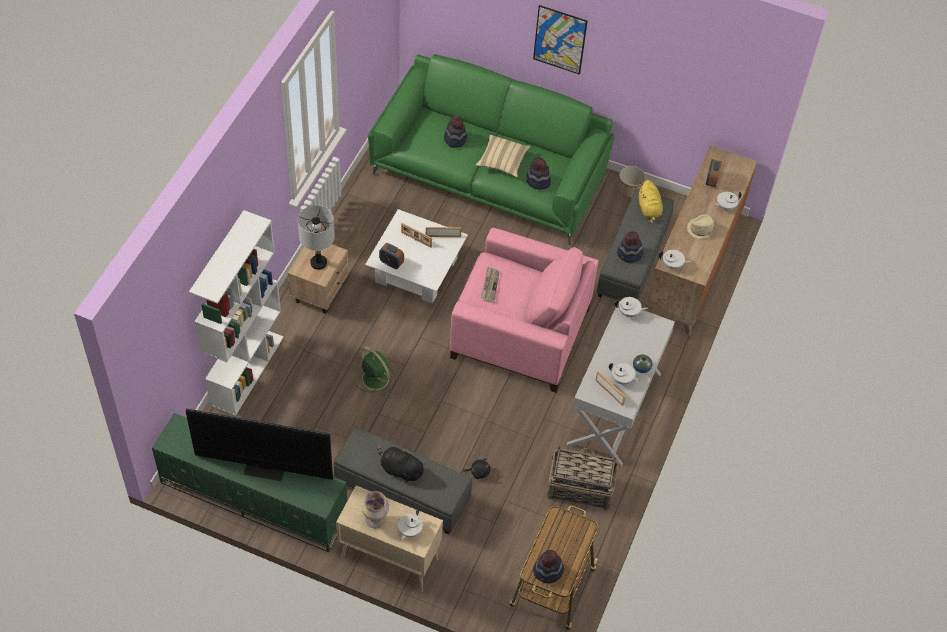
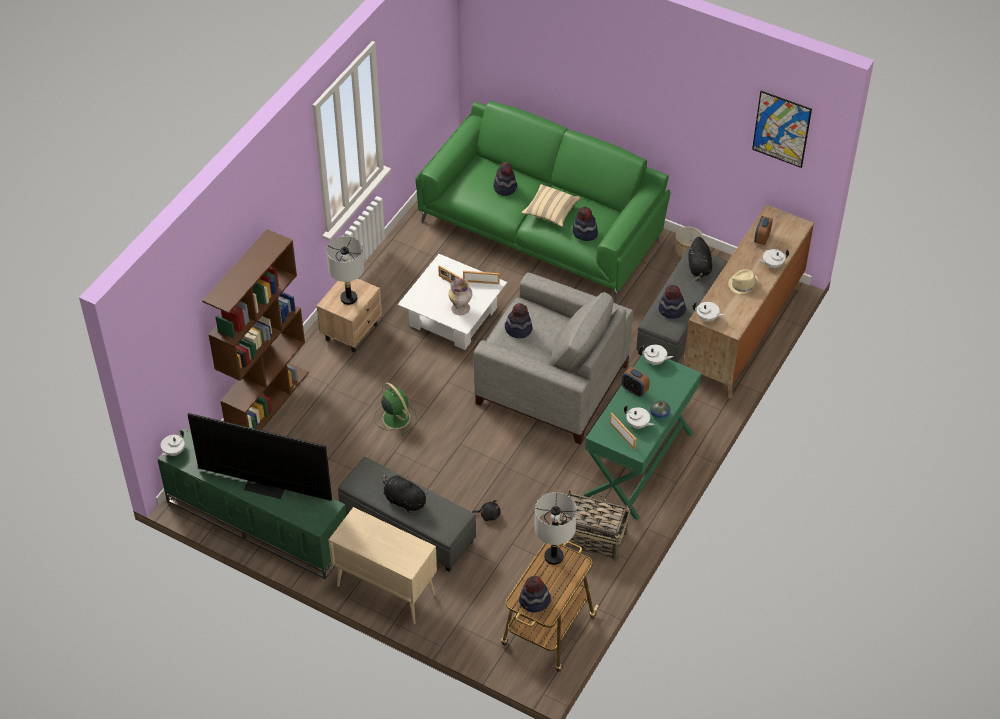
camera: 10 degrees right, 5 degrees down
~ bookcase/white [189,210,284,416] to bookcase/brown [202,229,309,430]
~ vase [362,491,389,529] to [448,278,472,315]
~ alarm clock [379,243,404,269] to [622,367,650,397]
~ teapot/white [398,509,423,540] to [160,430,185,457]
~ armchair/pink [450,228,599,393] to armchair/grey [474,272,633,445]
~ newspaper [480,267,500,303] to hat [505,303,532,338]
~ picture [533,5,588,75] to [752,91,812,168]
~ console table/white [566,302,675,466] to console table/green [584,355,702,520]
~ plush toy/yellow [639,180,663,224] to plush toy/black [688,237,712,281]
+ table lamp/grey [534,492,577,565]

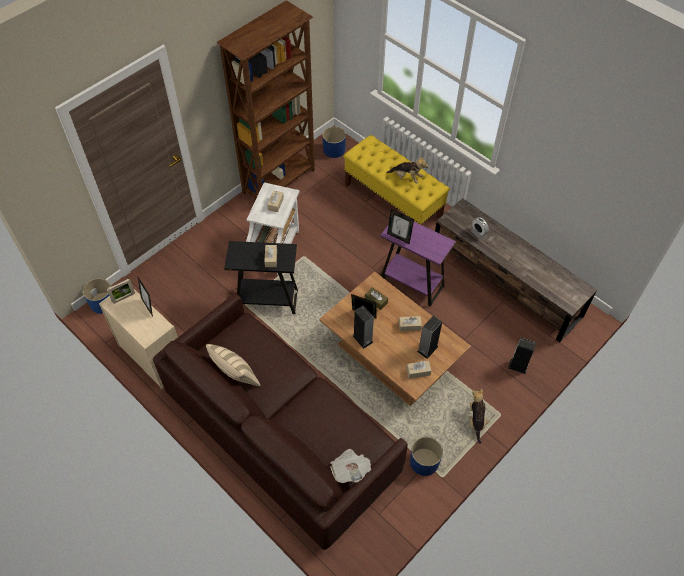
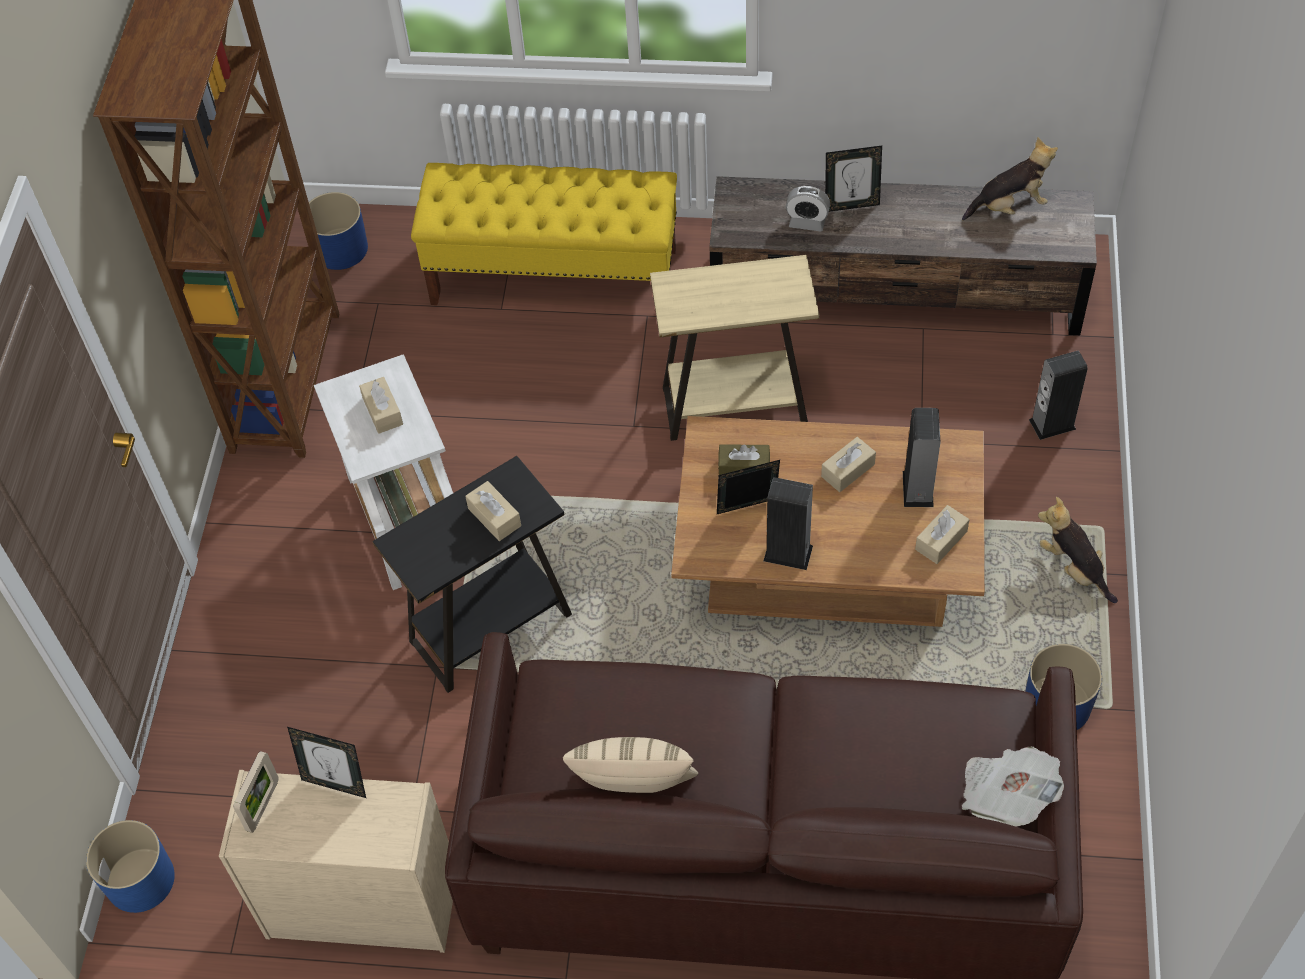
camera: 35 degrees left, 0 degrees up
~ side table/purple [380,222,456,307] to side table/beige [650,255,819,441]
~ plush toy [387,156,428,183] to [962,137,1058,221]
~ picture frame [387,209,414,244] to [825,146,882,212]

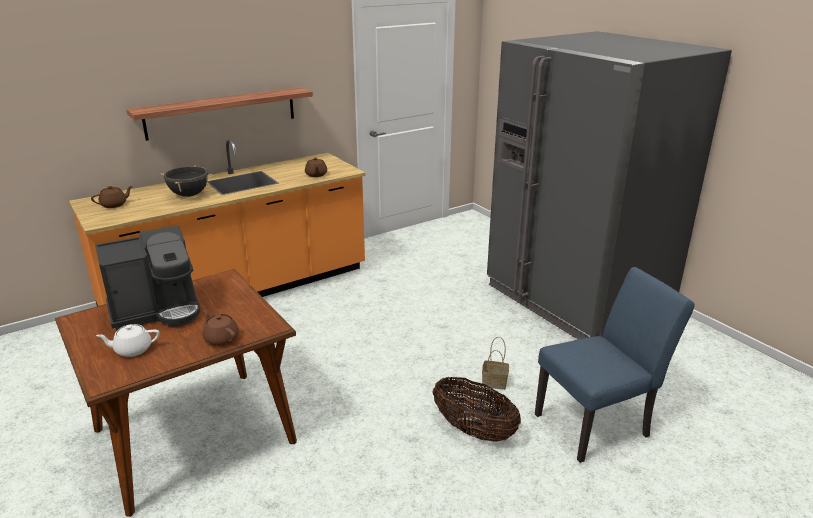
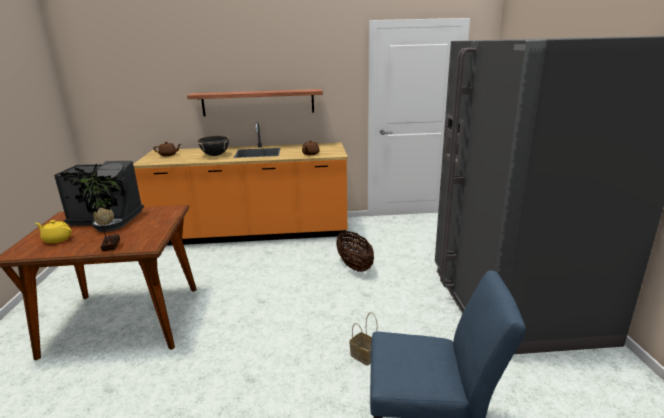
camera: 30 degrees right, 5 degrees down
~ teapot/white [96,324,160,357] to teapot/yellow [35,220,72,243]
~ teapot/brown [202,310,239,346] to potted plant [60,164,125,251]
~ basket [433,376,521,442] to [336,231,374,272]

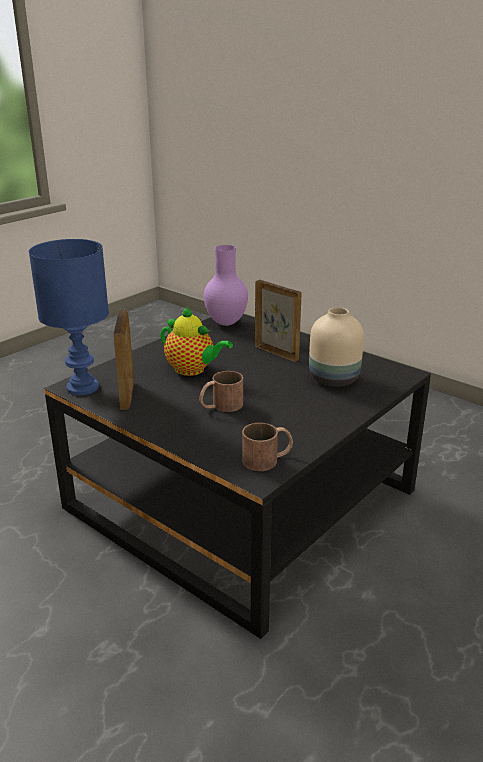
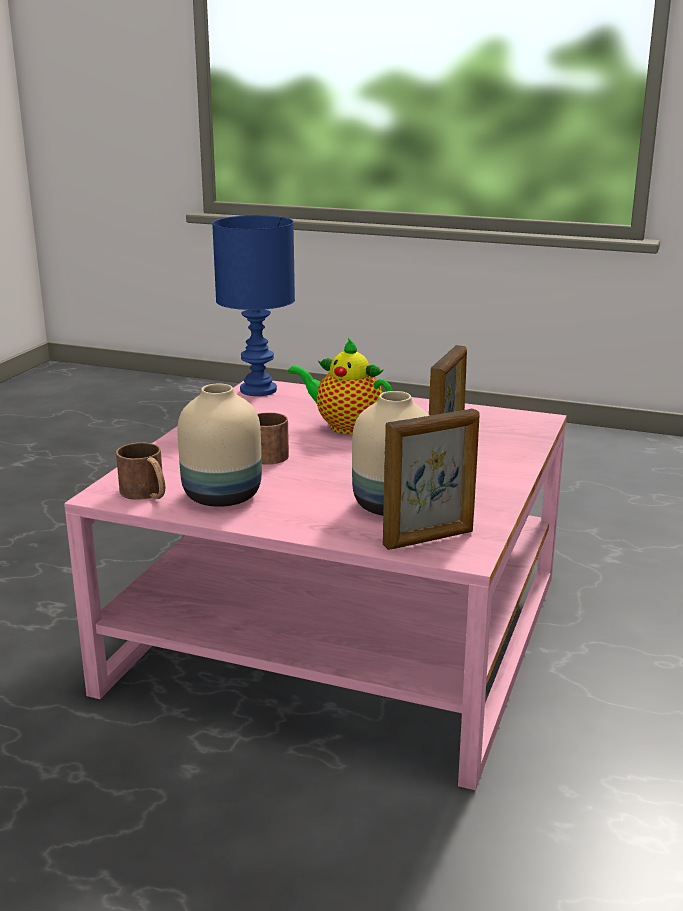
camera: 70 degrees right, 5 degrees down
~ coffee table/black [44,314,431,639] to coffee table/pink [64,381,567,790]
~ picture frame [114,310,134,410] to [383,409,480,550]
~ teapot [160,306,233,376] = [288,338,392,434] 105 degrees clockwise
- vase/purple [204,245,248,326]
+ vase/beige [177,384,262,507]

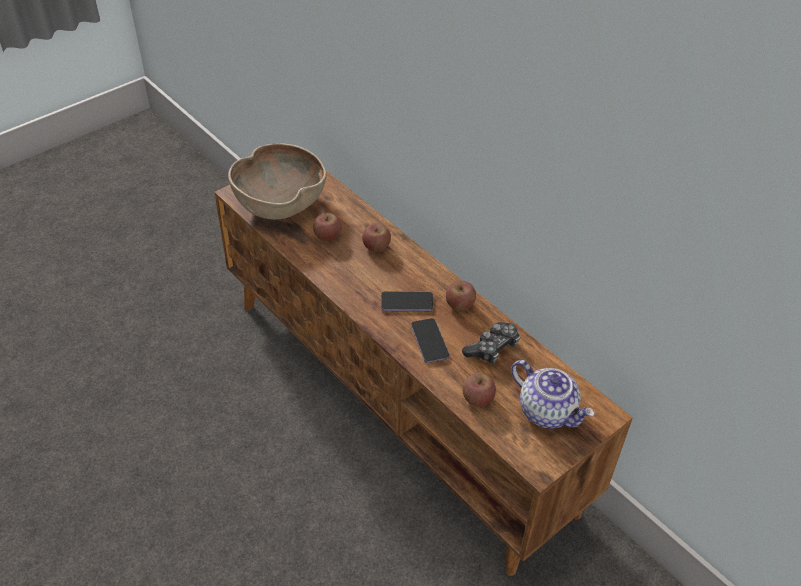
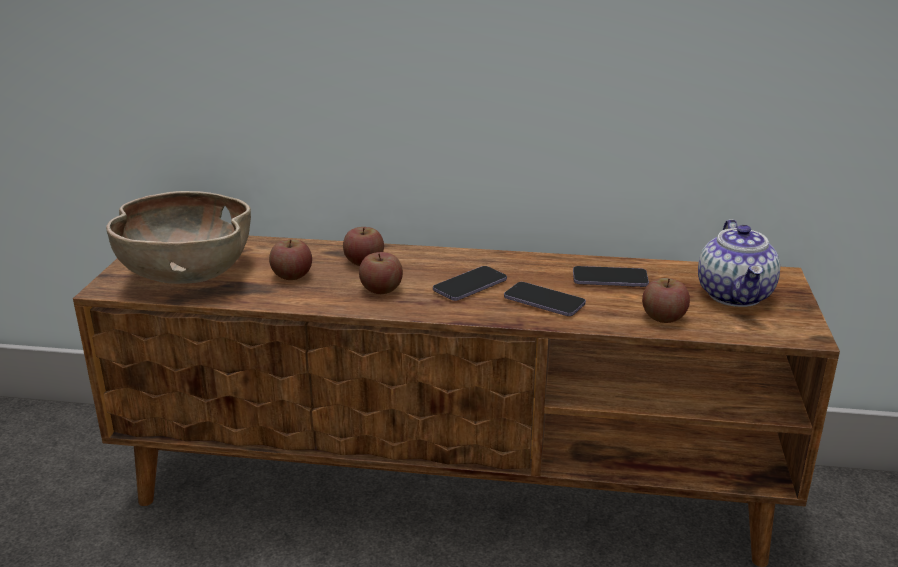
camera: 40 degrees left, 20 degrees down
~ apple [446,280,476,311] to [359,252,403,294]
~ game controller [462,322,520,364] to phone [573,266,649,287]
~ teapot [511,360,595,429] = [698,219,780,307] 90 degrees clockwise

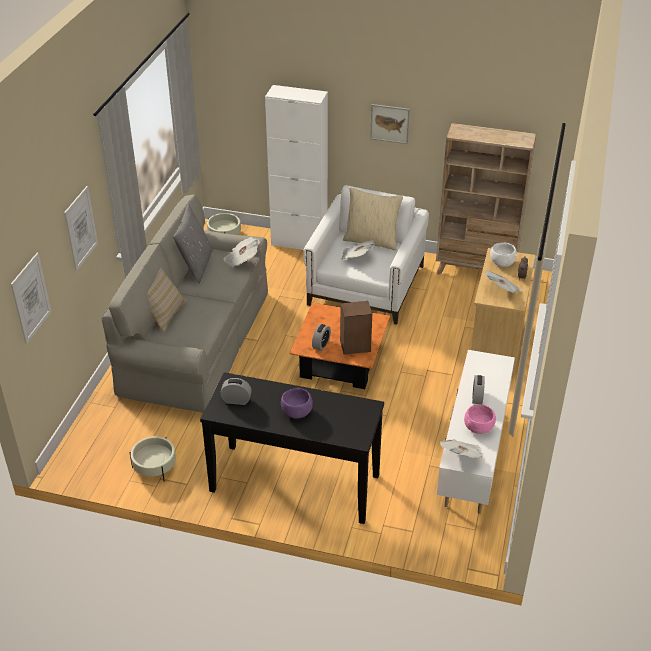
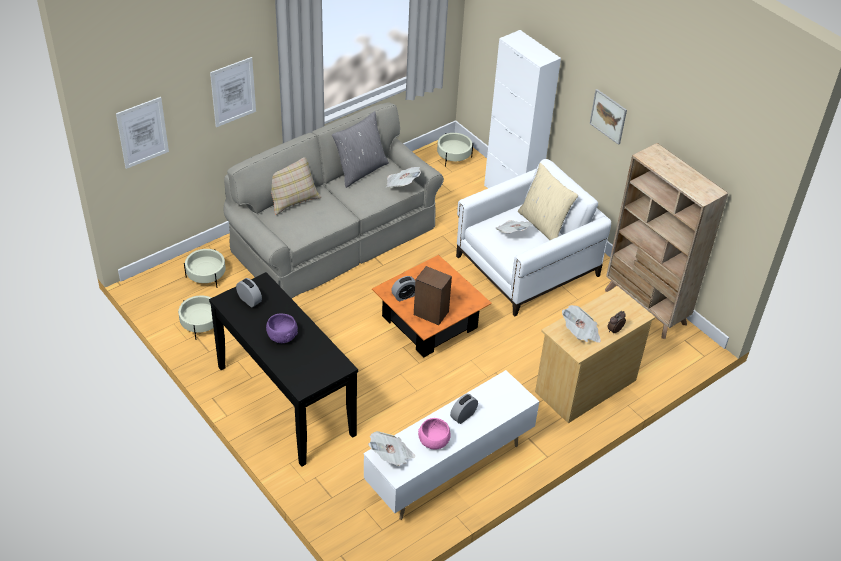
camera: 35 degrees right, 5 degrees up
- bowl/white [490,242,517,267]
+ planter/beige [184,249,226,288]

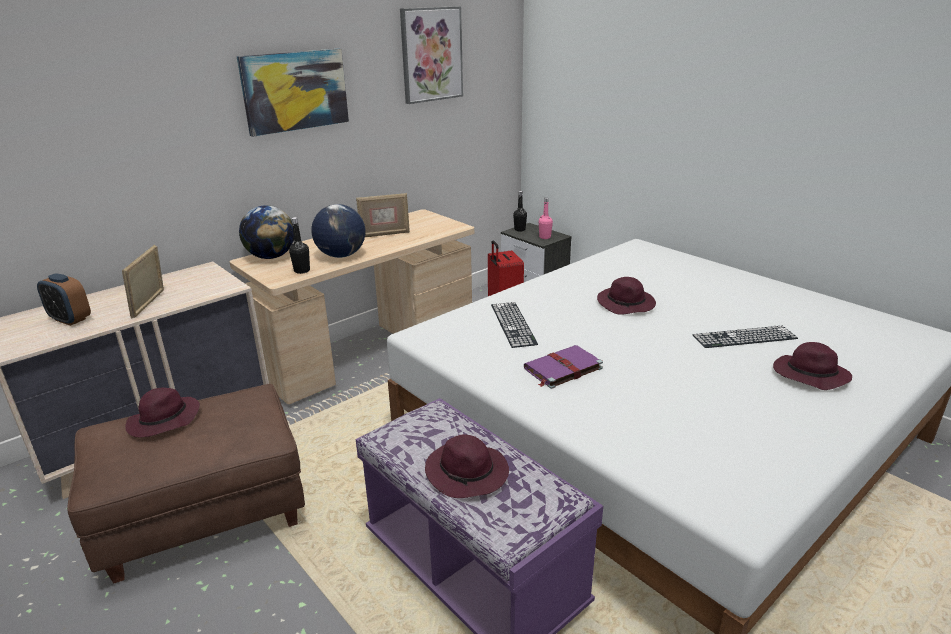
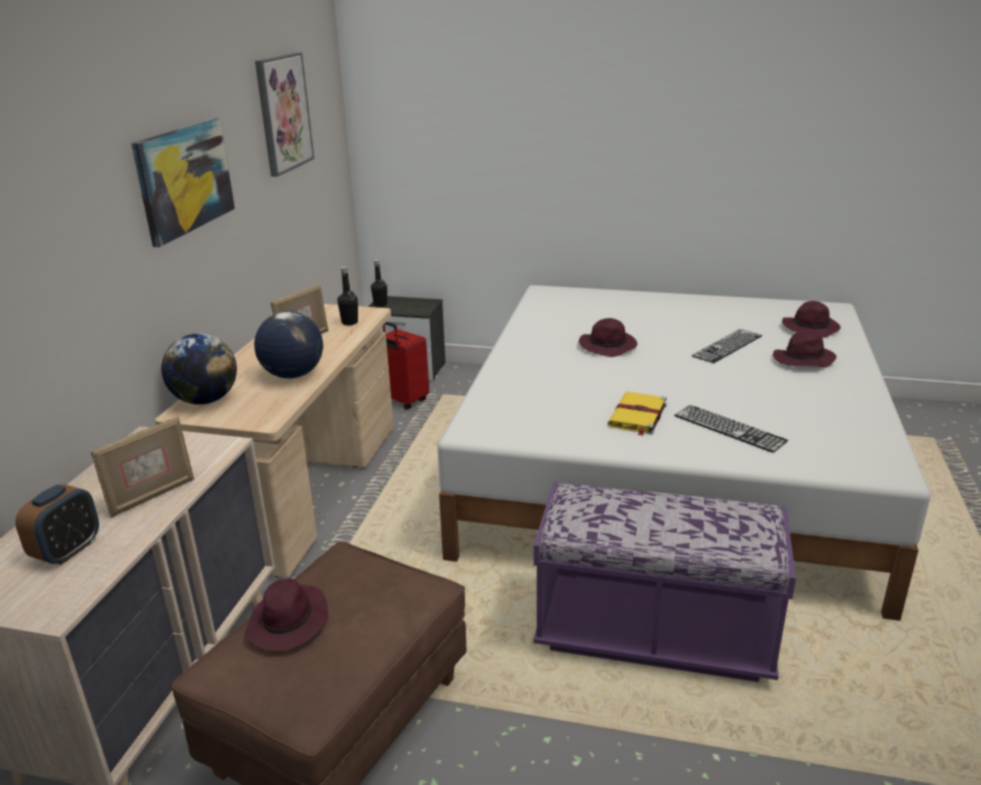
camera: 35 degrees left, 0 degrees up
~ alarm clock [37,273,91,326] = [15,484,99,565] 60 degrees counterclockwise
~ picture frame [122,245,164,319] = [91,417,194,518] 105 degrees counterclockwise
~ bottle/black [289,217,310,274] to [337,267,358,325]
~ hat/purple [425,434,509,498] to [782,301,841,338]
~ keyboard [491,302,538,348] to [674,405,788,453]
~ book/purple [524,345,603,389] to book/yellow [608,392,667,436]
- bottle/pink [539,197,553,239]

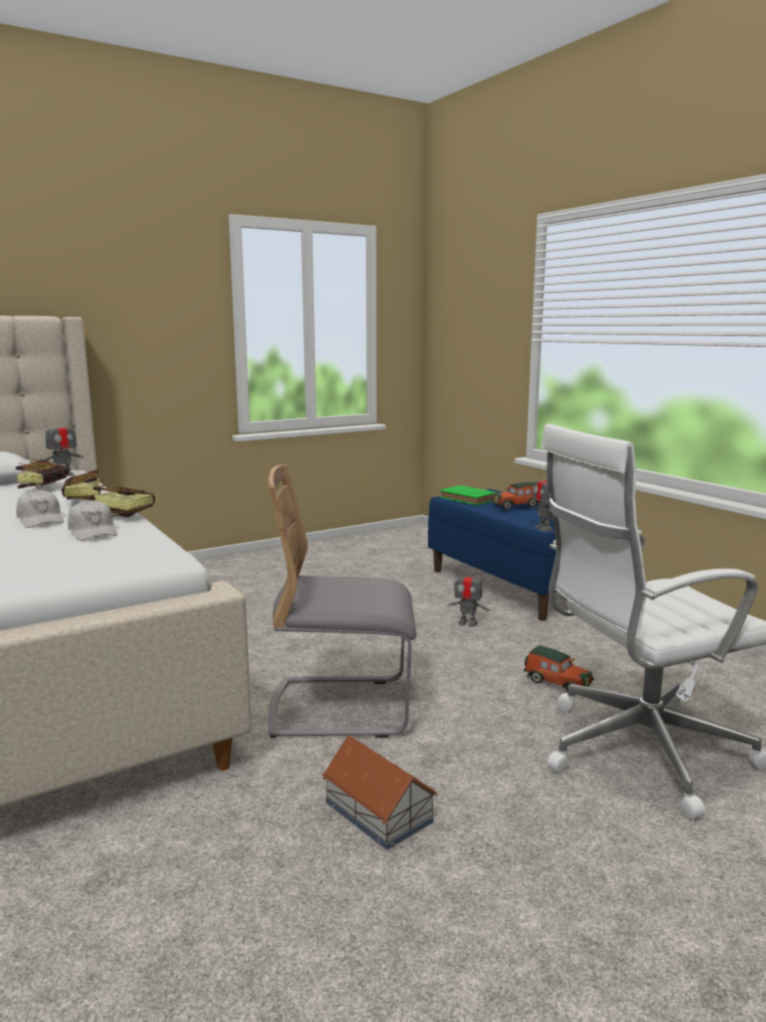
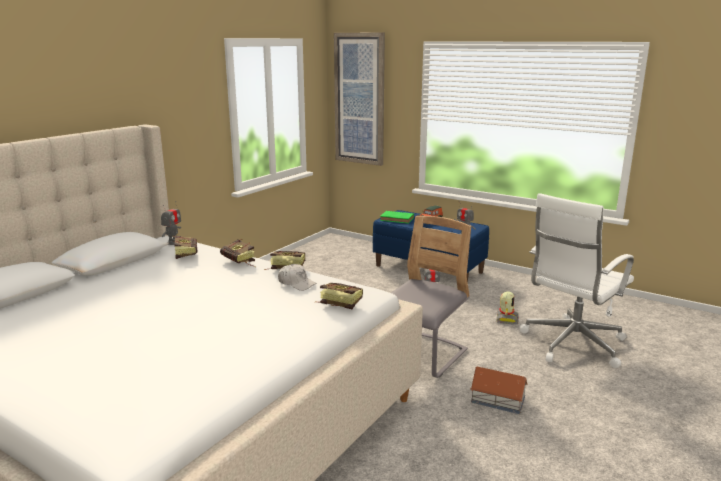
camera: 25 degrees left, 5 degrees up
- cap/white [16,489,64,528]
~ chair/grey [268,465,417,738] = [391,216,471,378] 150 degrees clockwise
~ toy car [524,645,594,692] to toy robot [496,291,519,325]
+ book [315,283,363,309]
+ picture [334,32,385,166]

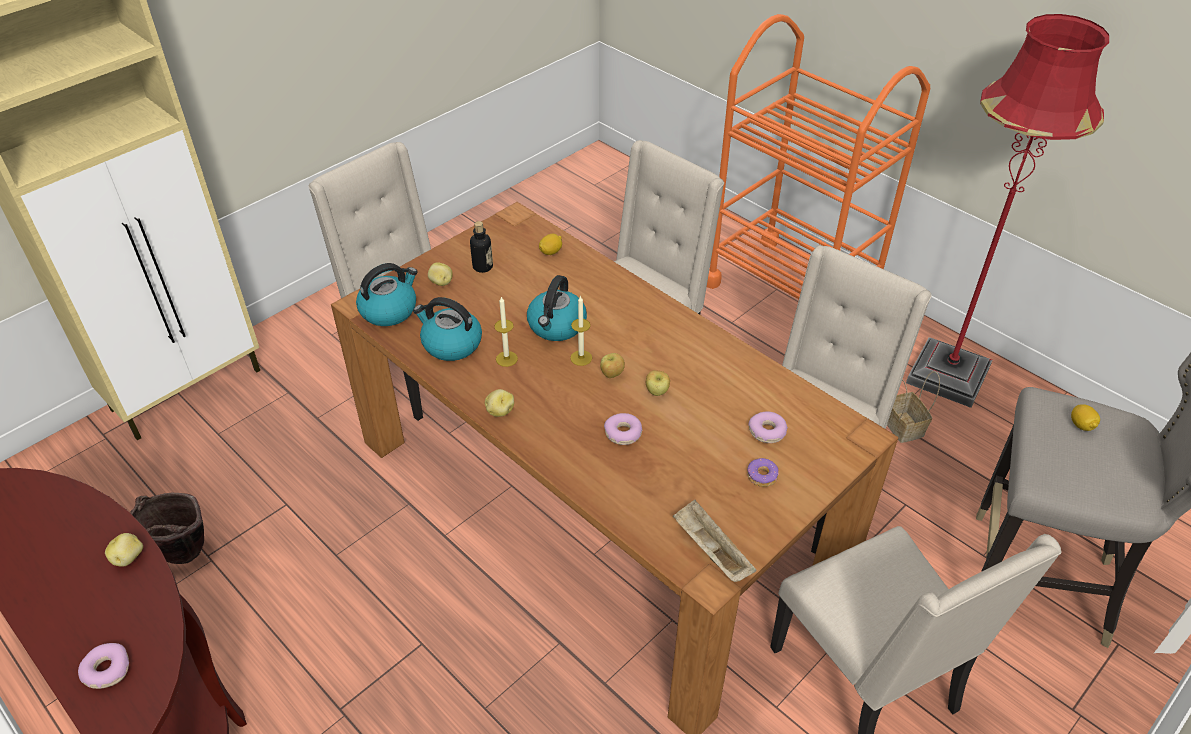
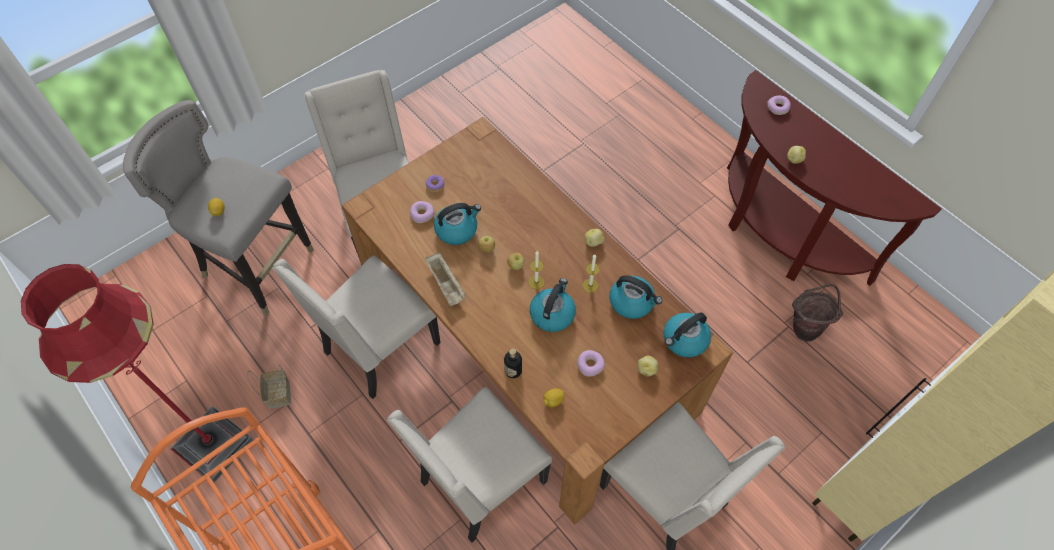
camera: 175 degrees left, 15 degrees up
~ bottle [470,221,493,273] to [504,348,522,378]
~ donut [604,413,643,445] to [577,350,605,377]
~ tray/beige [673,500,756,582] to [425,253,466,306]
+ kettle [434,203,481,245]

